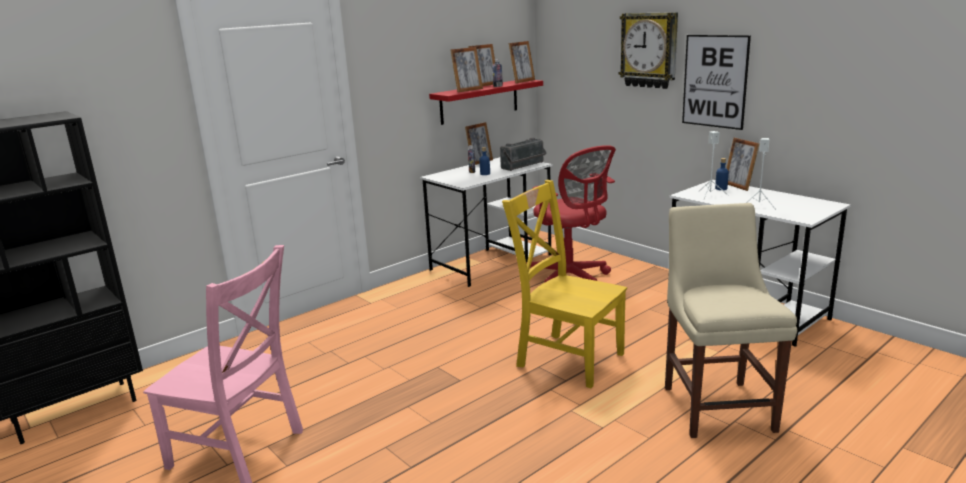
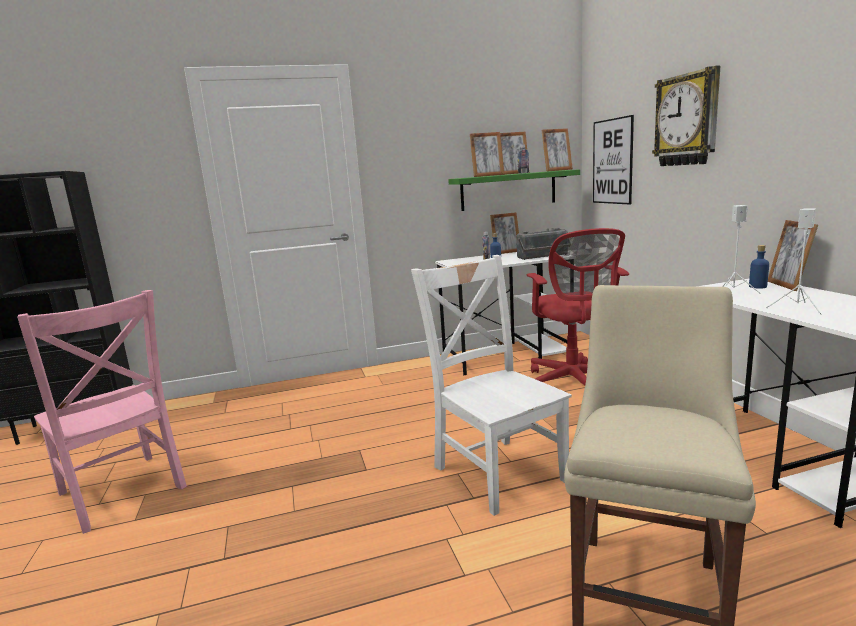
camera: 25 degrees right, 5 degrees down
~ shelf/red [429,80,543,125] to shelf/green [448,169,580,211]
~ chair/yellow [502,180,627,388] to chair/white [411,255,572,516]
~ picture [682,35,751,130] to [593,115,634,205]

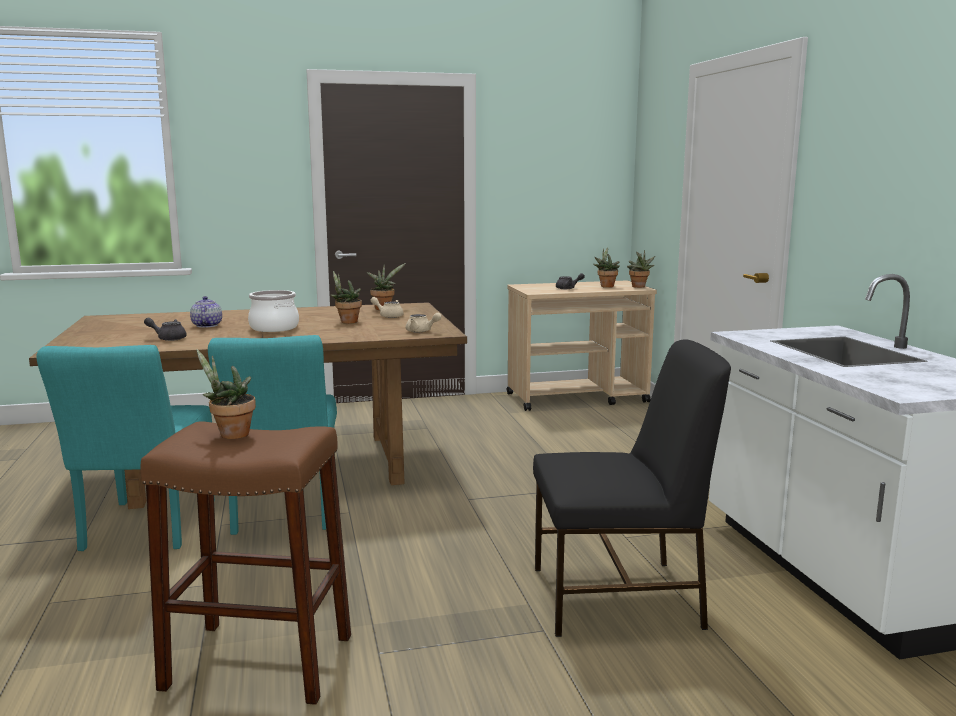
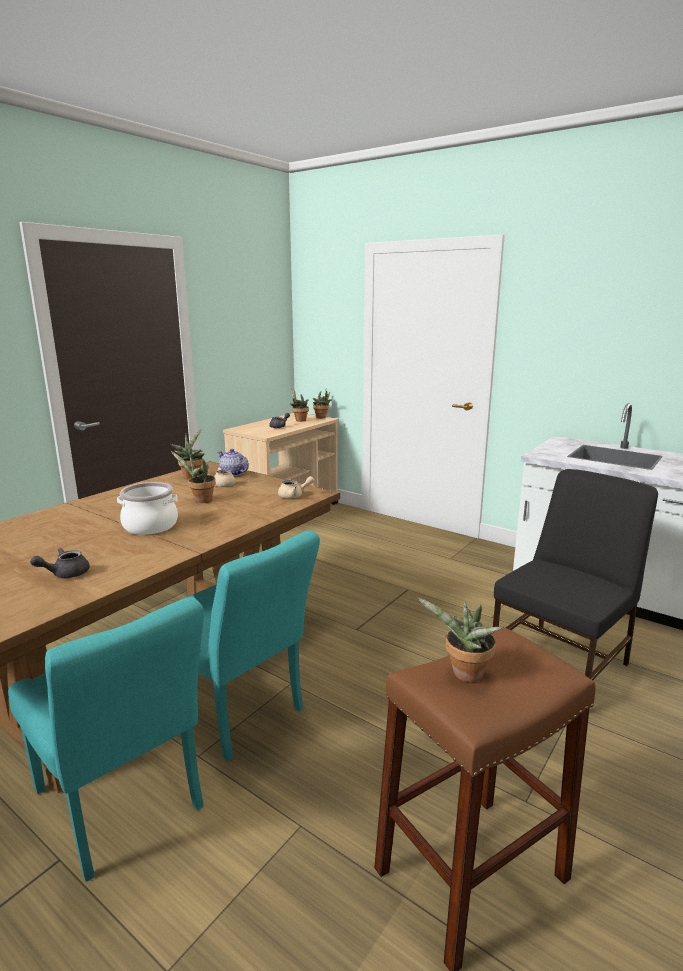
camera: 40 degrees left, 5 degrees up
~ teapot [190,296,222,328] to [217,449,249,476]

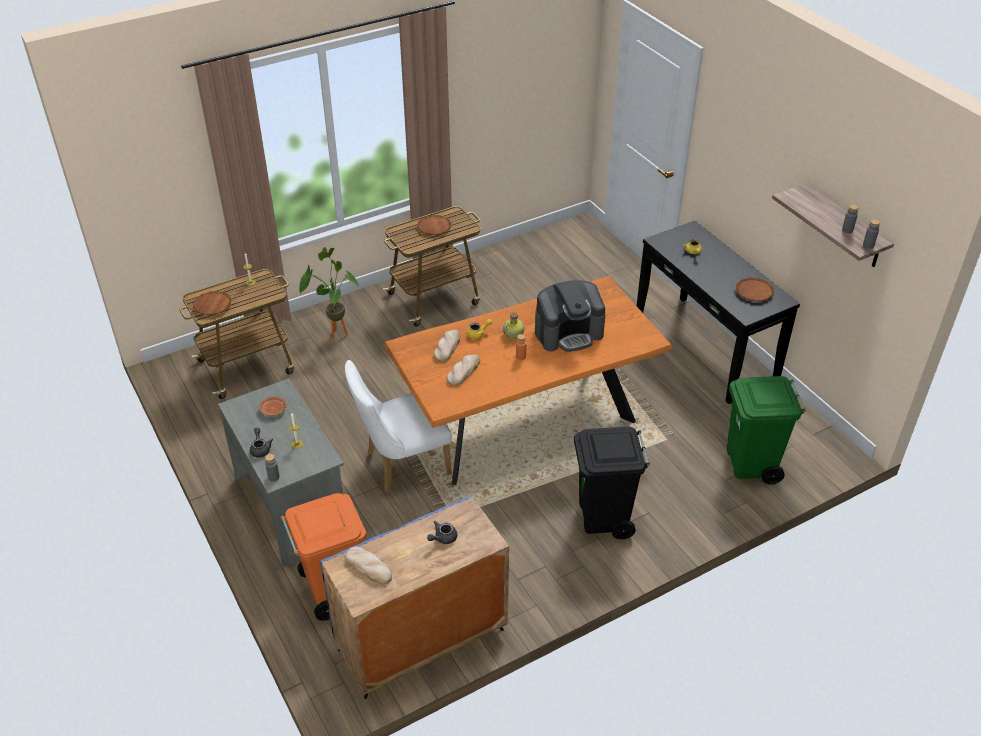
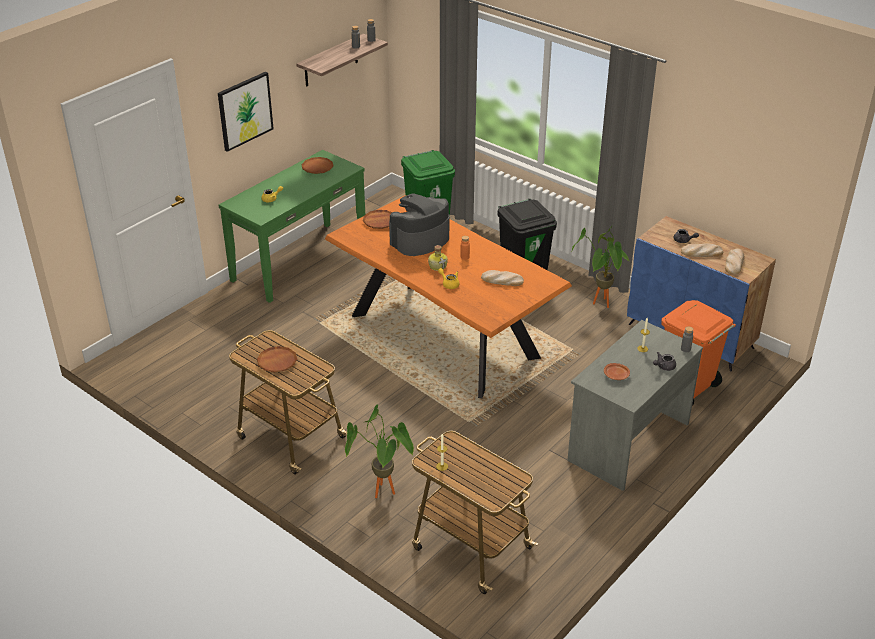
camera: 110 degrees left, 5 degrees down
~ plate/brown [193,291,232,315] to [363,210,392,229]
- chair/white [345,360,452,492]
~ bread [434,330,461,362] to [681,243,723,257]
~ coffee machine [535,280,606,352] = [389,194,449,256] 90 degrees counterclockwise
~ console table/black [637,221,800,404] to console table/green [219,150,365,303]
+ picture [218,72,274,152]
+ potted plant [571,225,629,308]

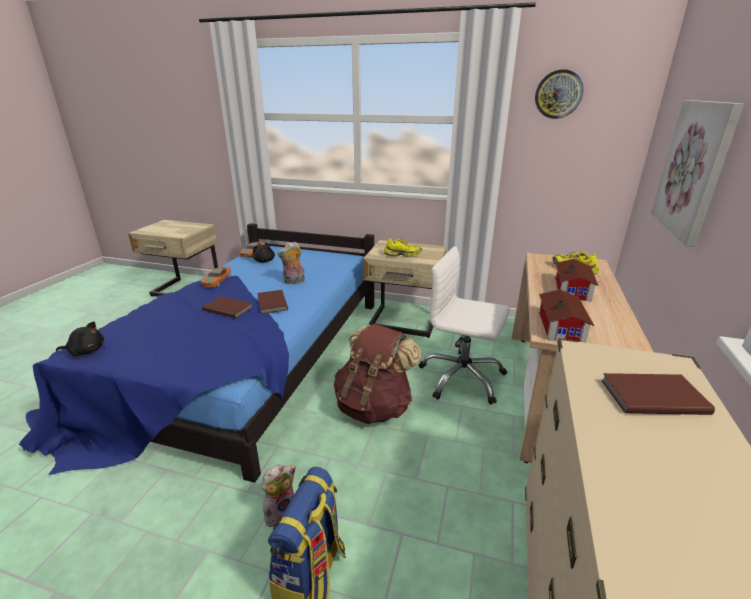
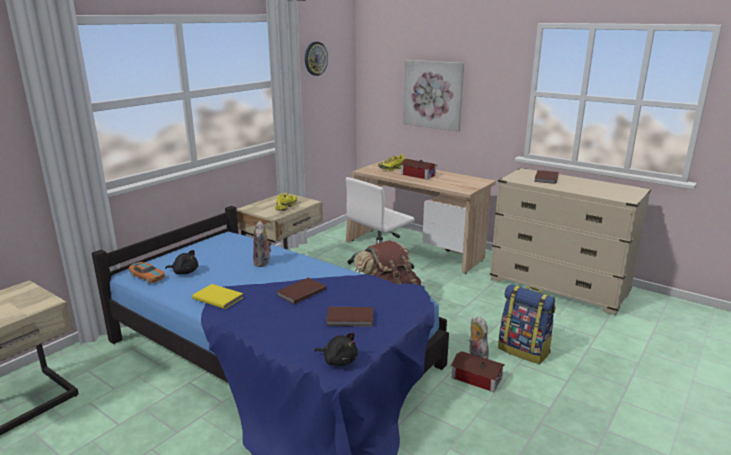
camera: 70 degrees left, 5 degrees down
~ plush toy/black [56,321,104,356] = [314,333,358,366] 105 degrees clockwise
~ toy car [201,267,231,287] to book/yellow [192,284,243,309]
~ book/brown [257,290,288,314] to [326,307,373,327]
~ toy house [539,289,594,343] to [451,351,505,392]

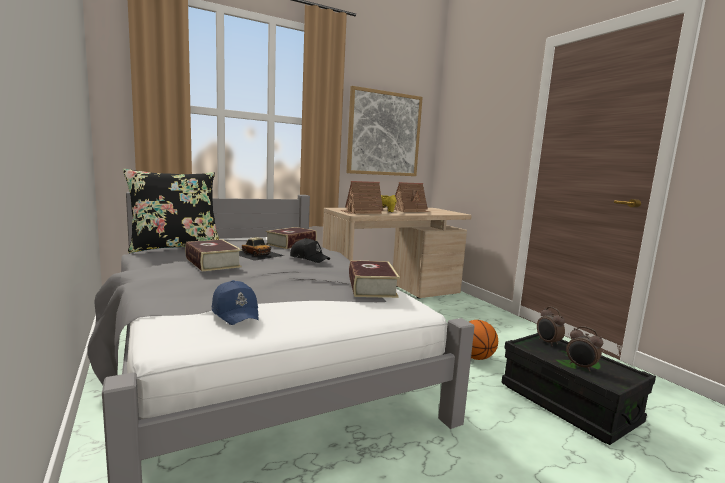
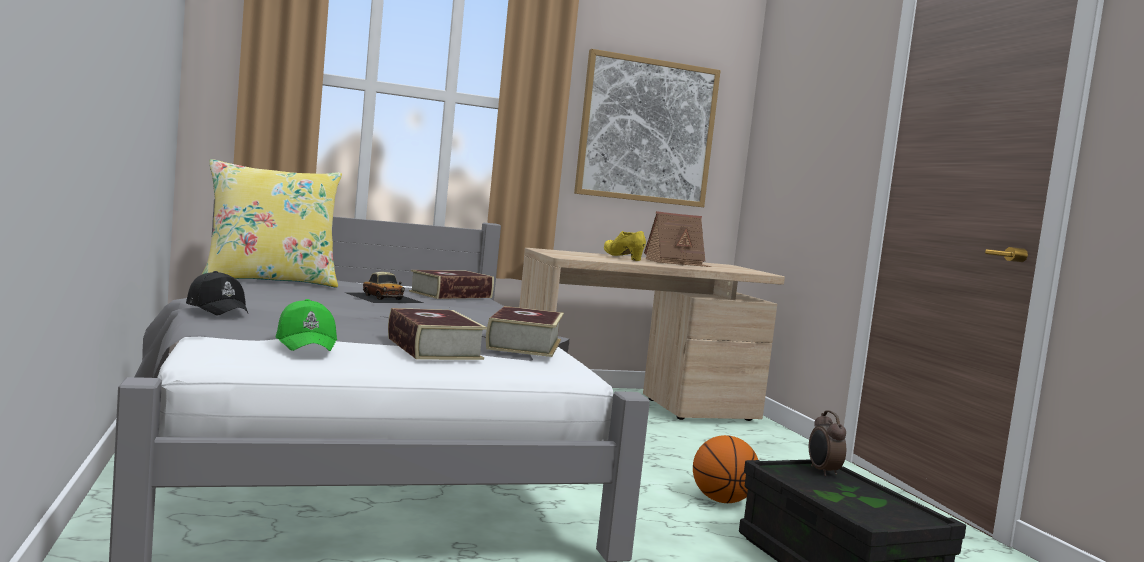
camera: 10 degrees right, 5 degrees down
~ pillow/black [123,169,219,253] to pillow/yellow [201,159,342,288]
~ book [185,239,242,271] to [388,308,487,360]
~ cap/blue [212,280,258,325] to cap/green [276,299,337,351]
~ cap/black [290,238,330,263] to [186,271,248,315]
- toy house [340,181,383,214]
- alarm clock [566,326,603,372]

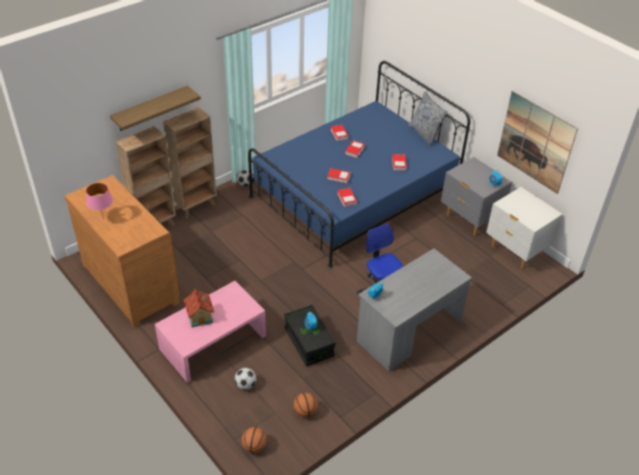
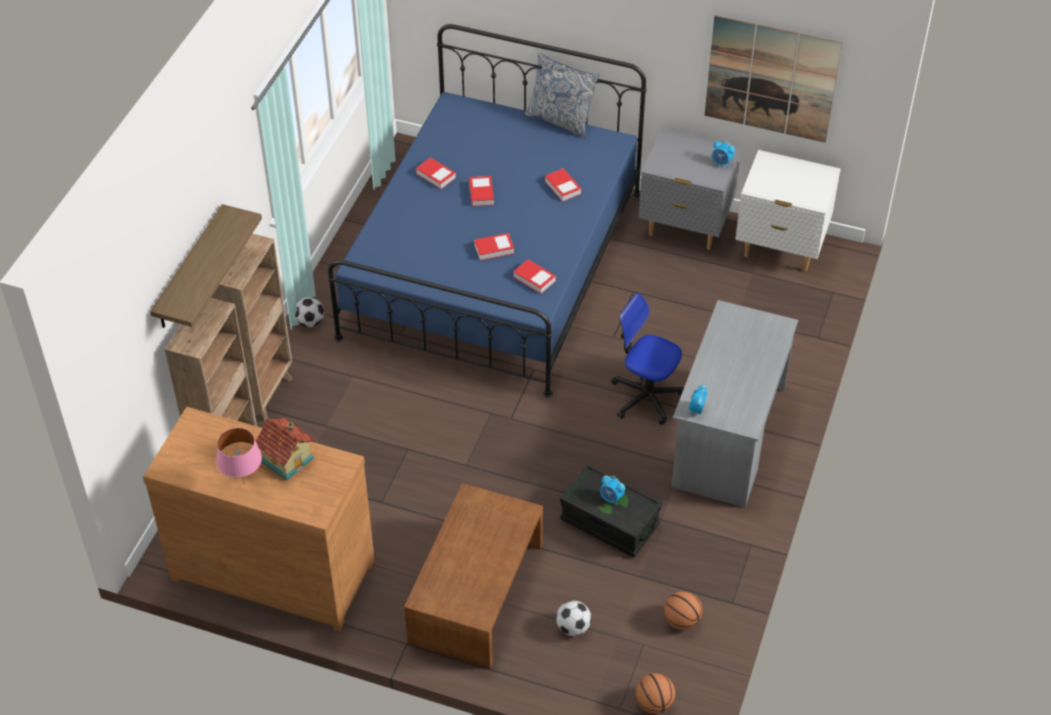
camera: 30 degrees left, 5 degrees up
~ coffee table/pink [155,281,266,383] to coffee table/brown [404,483,543,669]
~ toy house [184,289,214,327] to [256,418,315,480]

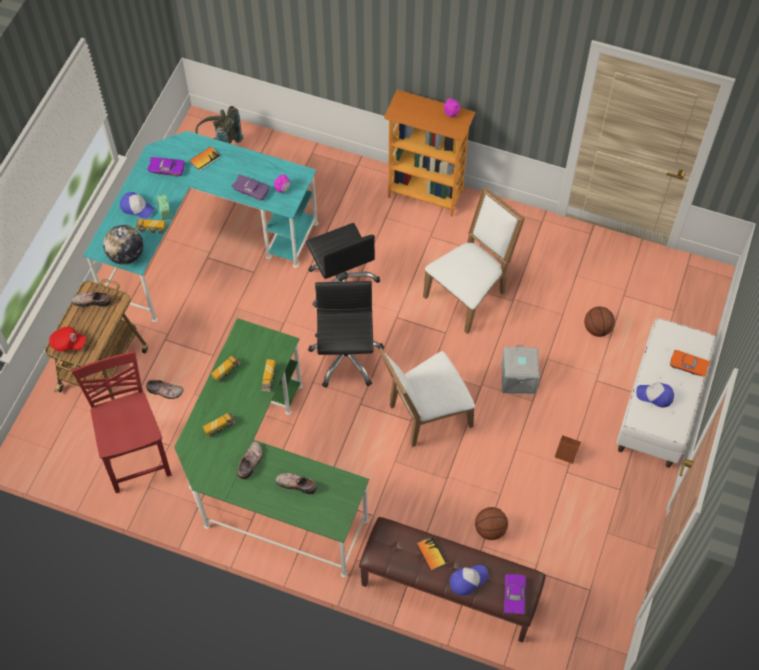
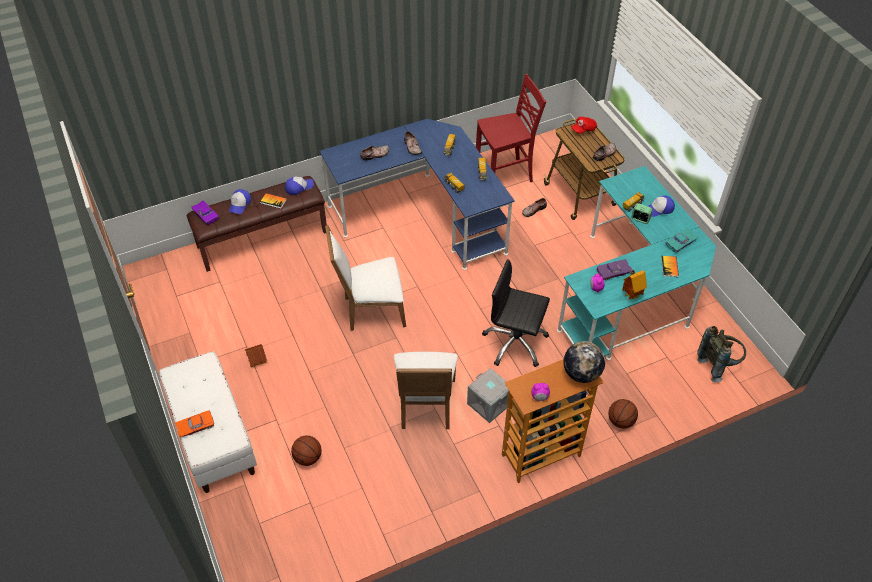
camera: 135 degrees right, 10 degrees down
~ chair/red [71,350,171,493] = [476,74,546,182] 45 degrees counterclockwise
~ globe [103,225,143,265] to [563,341,605,383]
~ toy car/purple [147,157,185,177] to toy car/turquoise [665,228,699,252]
~ desk/green [174,318,369,578] to desk/blue [319,119,515,270]
- office chair/black [308,281,384,388]
~ chair/white [378,347,475,447] = [325,225,406,331] 120 degrees counterclockwise
~ basketball [475,507,508,540] to [608,399,638,428]
~ storage box/grey [501,345,540,394] to [467,368,509,423]
~ cap [636,382,674,408] to [285,176,314,195]
+ toy house [622,270,647,300]

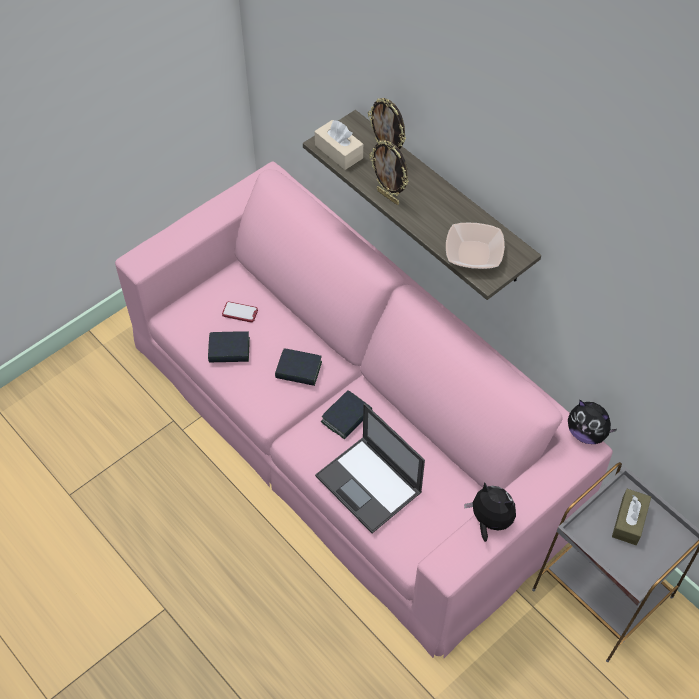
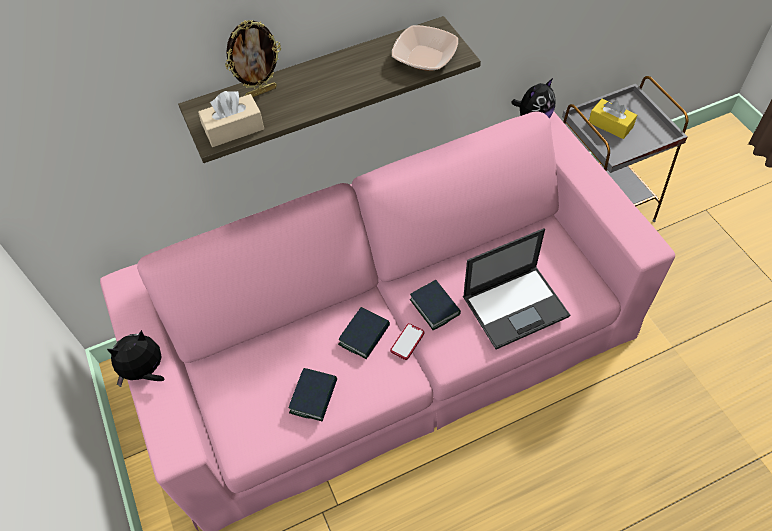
camera: 70 degrees left, 0 degrees up
~ phone [222,301,258,323] to [390,323,424,360]
- picture frame [369,140,409,205]
~ plush toy [464,482,516,542] to [107,330,165,387]
~ tissue box/brown [612,489,651,545] to tissue box/yellow [589,99,637,139]

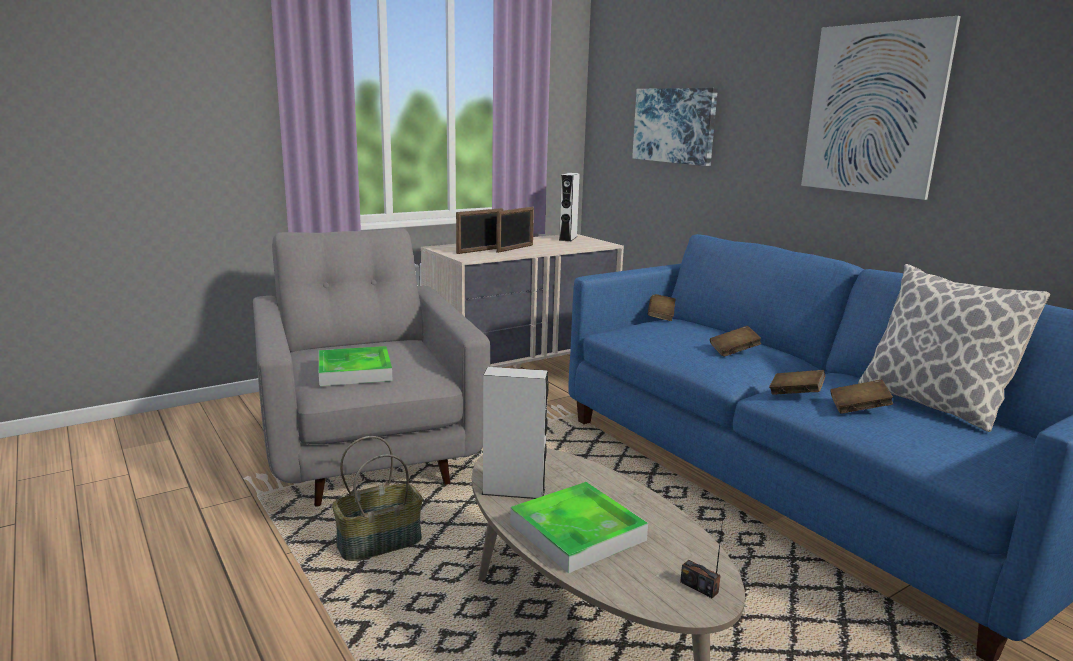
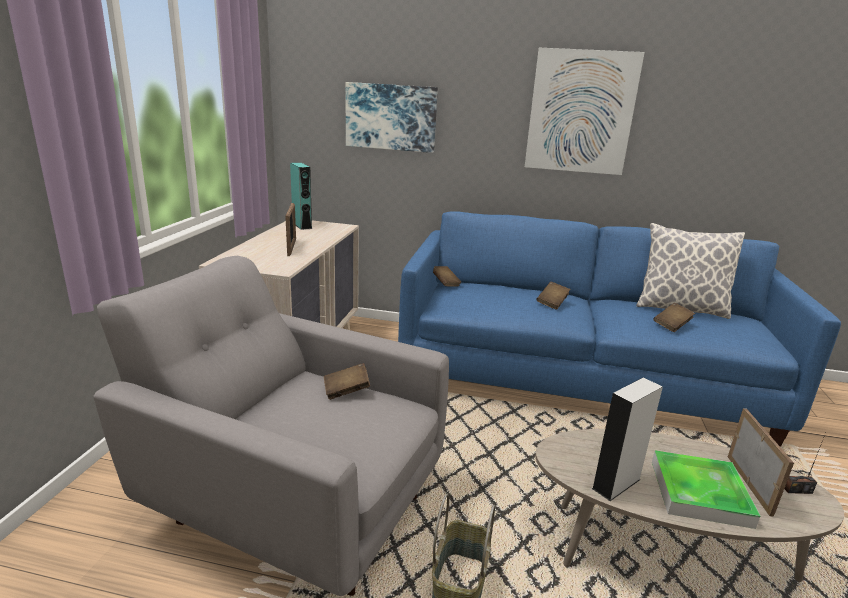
camera: 45 degrees left, 5 degrees up
- tray [319,346,393,386]
~ picture frame [456,208,503,254] to [728,408,794,517]
~ speaker/white [559,173,580,242] to speaker/turquoise [290,163,312,230]
~ book/brown [769,370,825,395] to [324,363,370,400]

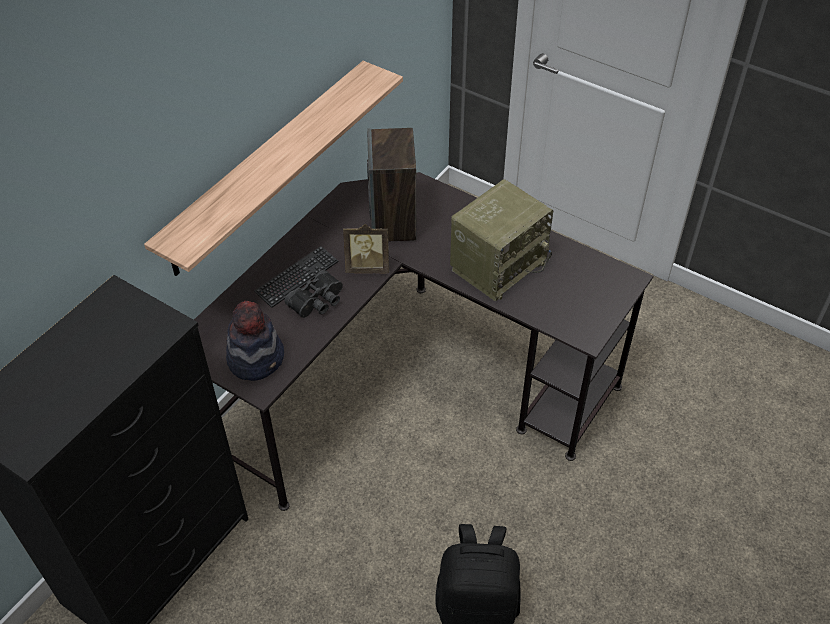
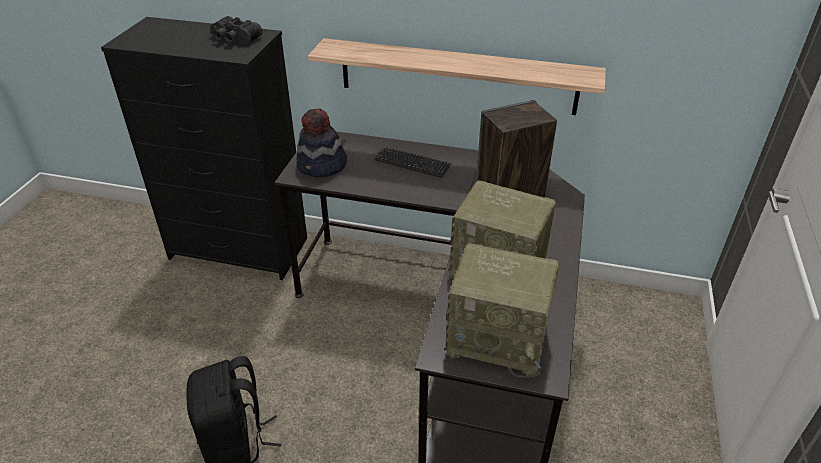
camera: 70 degrees right, 10 degrees down
~ binoculars/black [285,270,343,318] to [210,16,262,44]
- picture frame [343,224,389,273]
+ radio [445,243,559,378]

